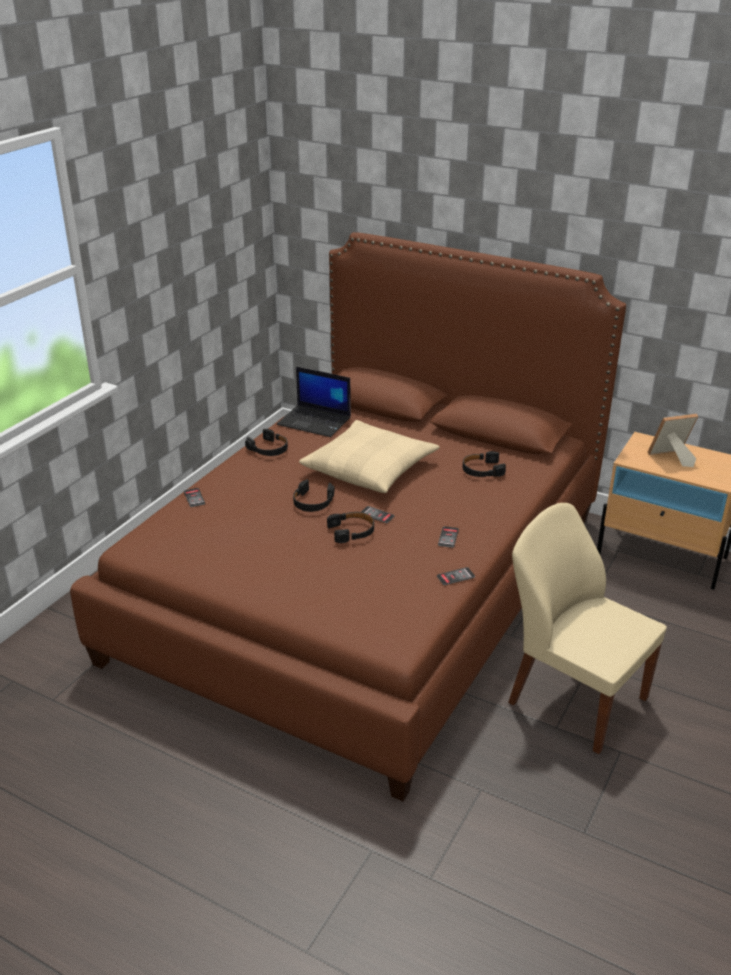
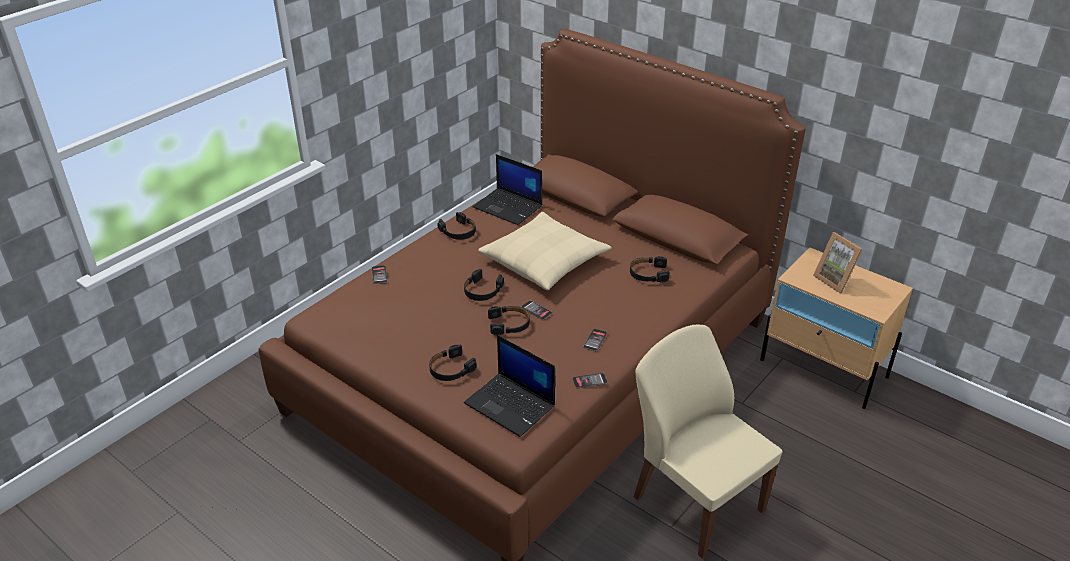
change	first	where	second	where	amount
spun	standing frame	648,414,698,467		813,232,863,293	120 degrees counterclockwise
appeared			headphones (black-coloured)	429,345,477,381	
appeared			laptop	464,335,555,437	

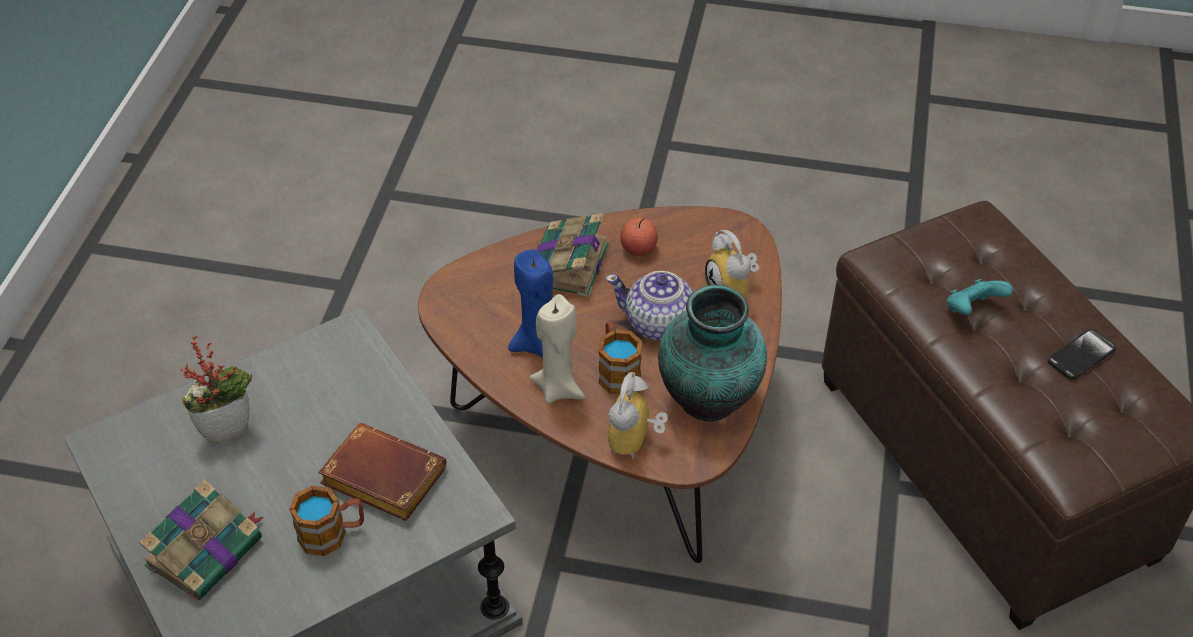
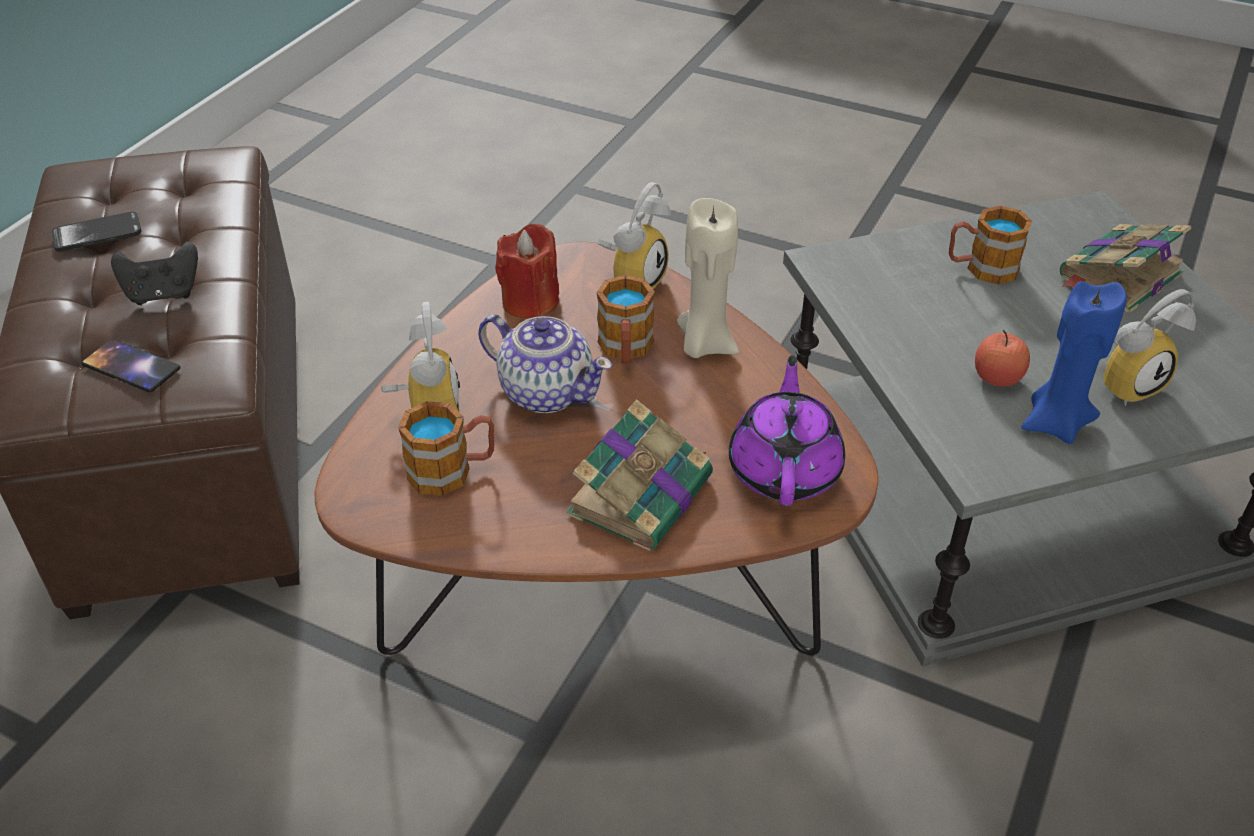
change	first	where	second	where	amount
exchanged	potted plant	180,336,252,444	alarm clock	1103,289,1196,406	
missing	book (brown-coloured)	318,423,446,521			
relocated	candle (blue)	508,249,554,358		1021,281,1127,444	
relocated	apple fruit	620,218,658,256		975,330,1030,387	
exchanged	flower vase	658,284,767,422	candle (red)	495,224,559,319	
colour	joypad (blue-green)	947,279,1013,315	joypad (black-coloured)	111,242,198,305	
appeared			handset	81,339,180,392	
appeared			tea mug	398,401,494,496	
appeared			tea pot (purplish)	729,355,845,506	

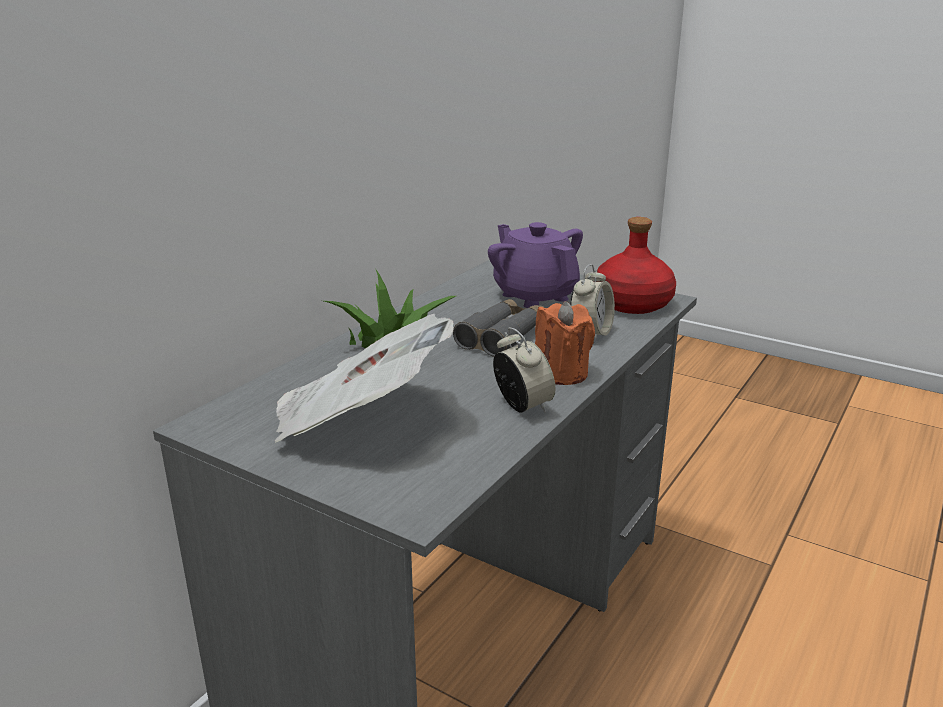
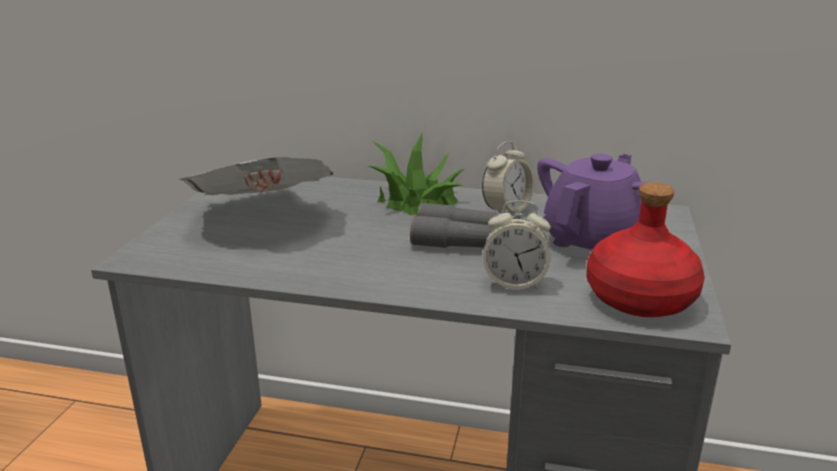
change	first	where	second	where	amount
relocated	alarm clock	493,327,556,413		482,141,534,213	
missing	candle (orange)	535,301,595,385			

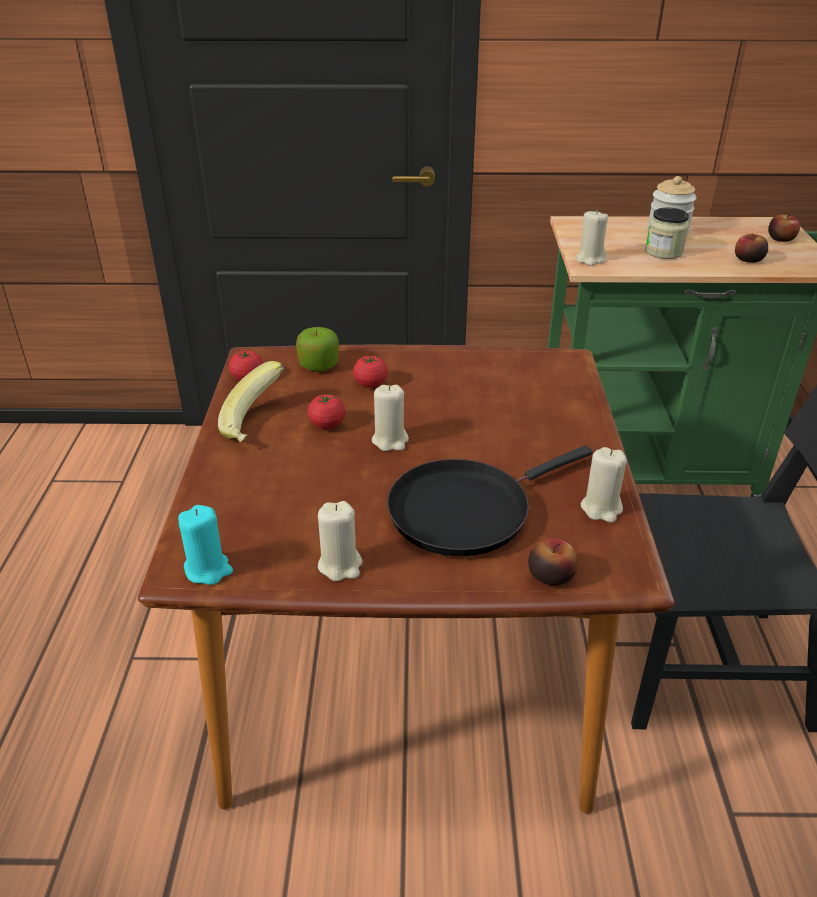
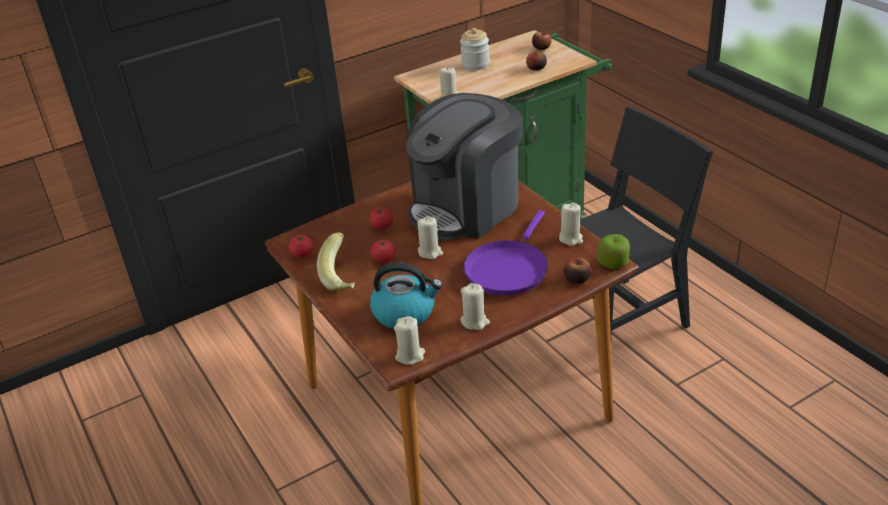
change	first	where	second	where	amount
colour	candle (blue-green)	178,505,233,585	candle (beige)	394,316,425,365	
relocated	apple fruit	296,327,339,372		598,234,630,269	
colour	frying pan (black-coloured)	387,446,592,556	frying pan (purplish)	463,210,548,295	
missing	storage jar	645,207,689,259			
appeared			kettle	370,262,443,329	
appeared			coffee machine	406,93,523,240	

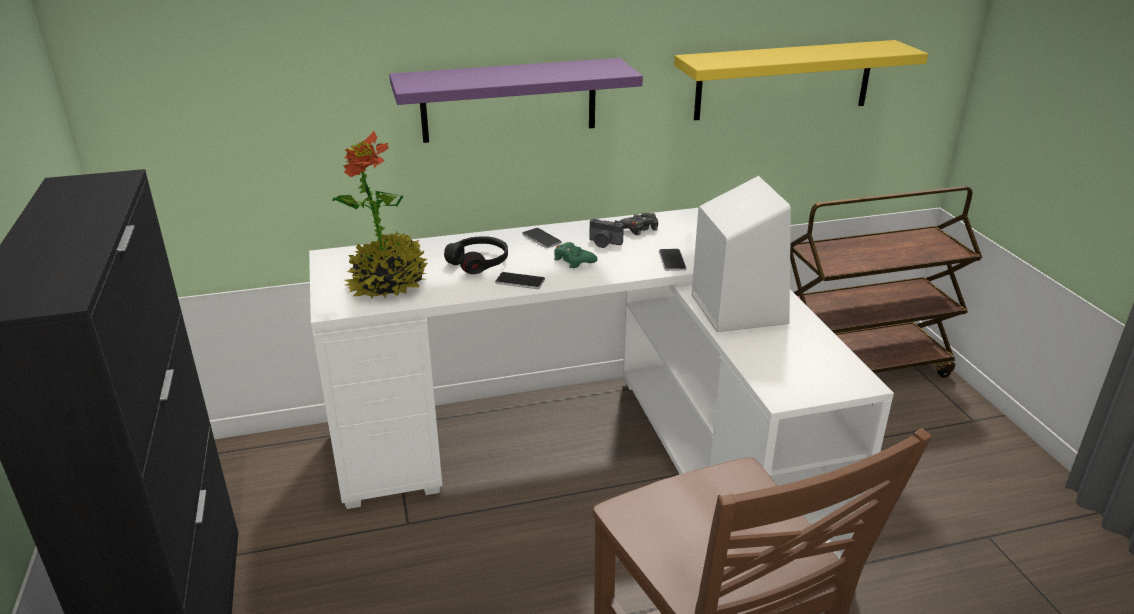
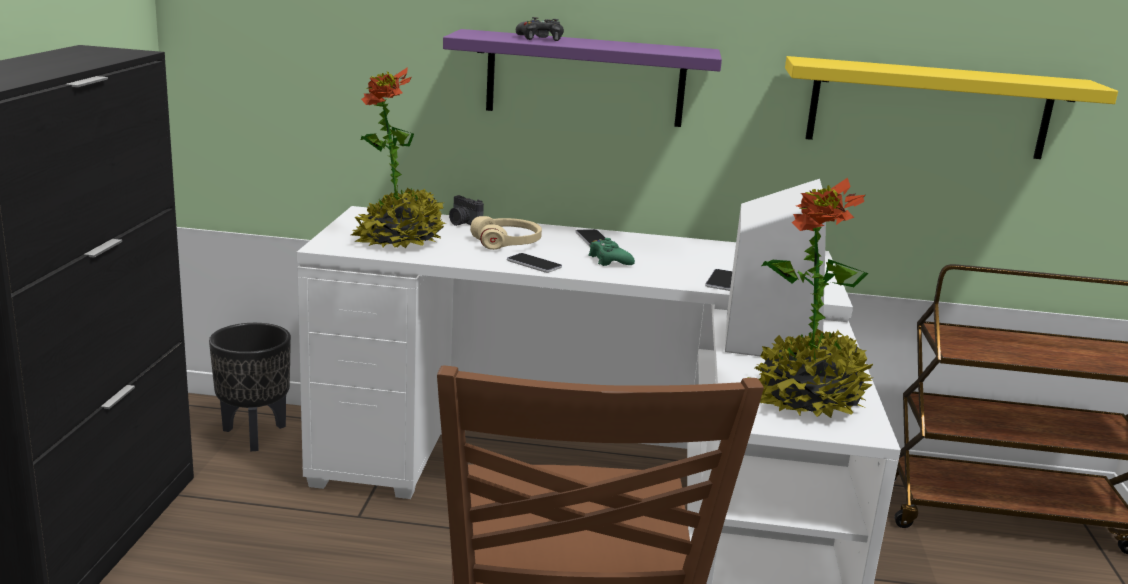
change	first	where	second	where	amount
colour	headphones (black-coloured)	444,236,508,274	headphones (beige)	470,216,542,250	
relocated	still camera	589,219,624,248		449,195,484,226	
relocated	joypad (black-coloured)	620,213,658,235		516,17,564,41	
appeared			plant pot (black-coloured)	209,323,291,451	
appeared			potted plant	747,178,873,418	

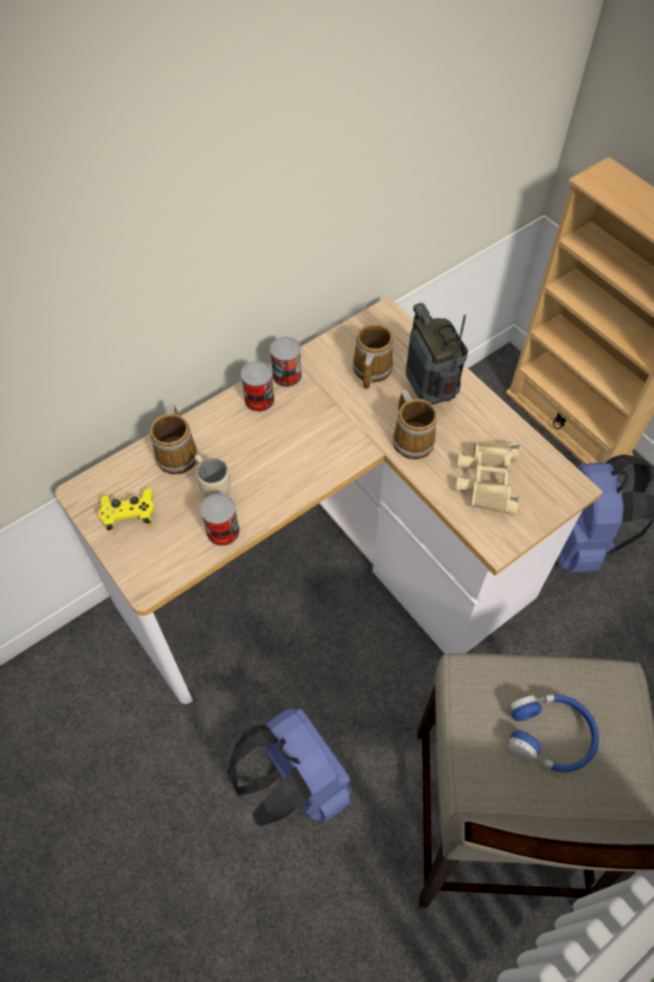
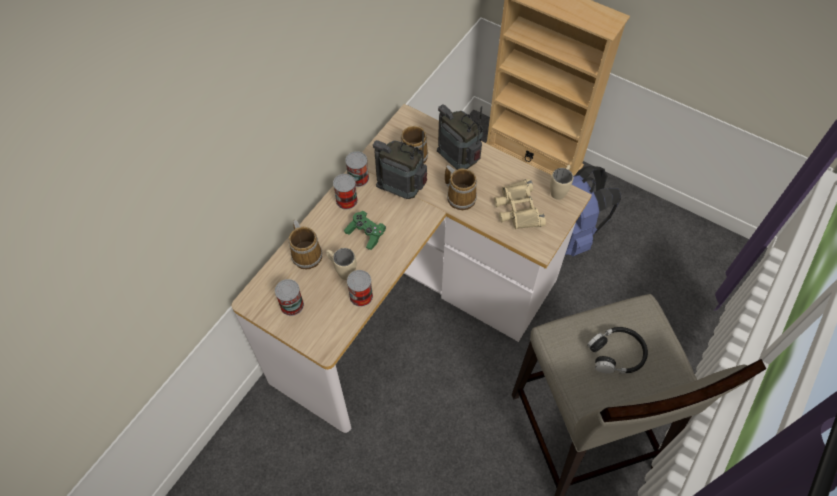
change	first	where	second	where	amount
exchanged	joypad (yellow)	98,488,154,532	sealed can	275,279,304,316	
missing	backpack (blue)	227,708,351,826			
colour	headphones (blue)	507,694,599,772	headphones (black-coloured)	587,327,648,374	
appeared			joypad (green-coloured)	344,211,386,250	
appeared			radio receiver	373,131,427,199	
appeared			tea mug (beige)	550,165,573,200	

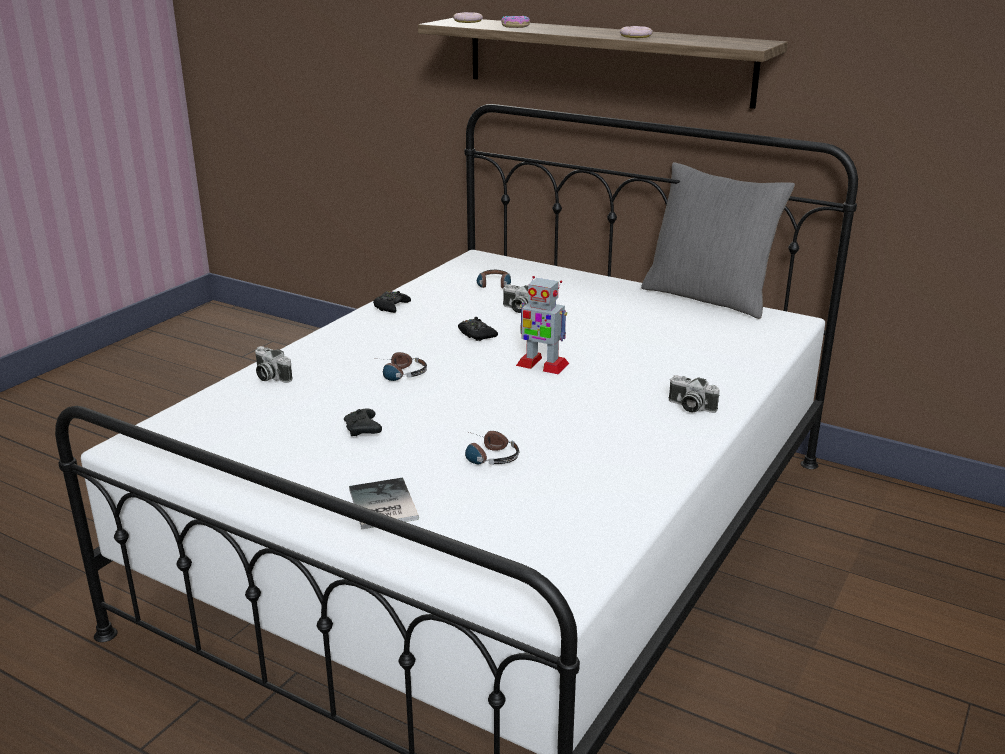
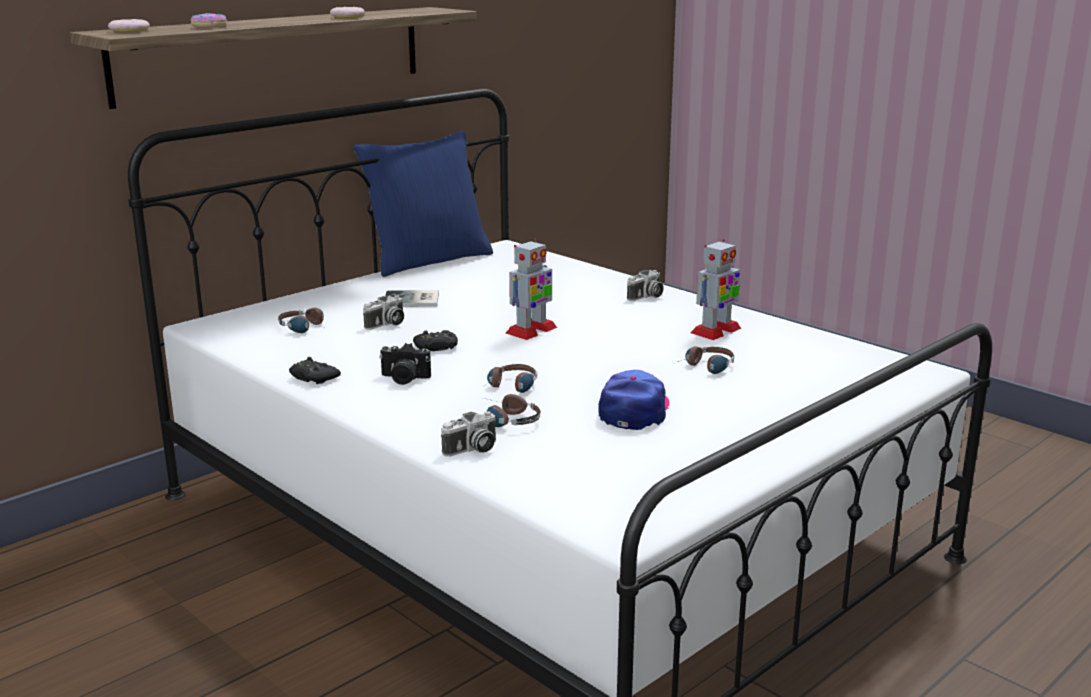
change	first	where	second	where	amount
exchanged	joypad (black-coloured)	344,409,382,436	peaked cap	598,370,670,430	
relocated	book	349,478,419,529		385,290,439,307	
colour	cushion (grey)	641,162,795,319	cushion (blue)	353,131,493,277	
appeared			still camera	379,343,431,385	
appeared			headphones	483,394,541,427	
appeared			toy robot	691,239,741,340	

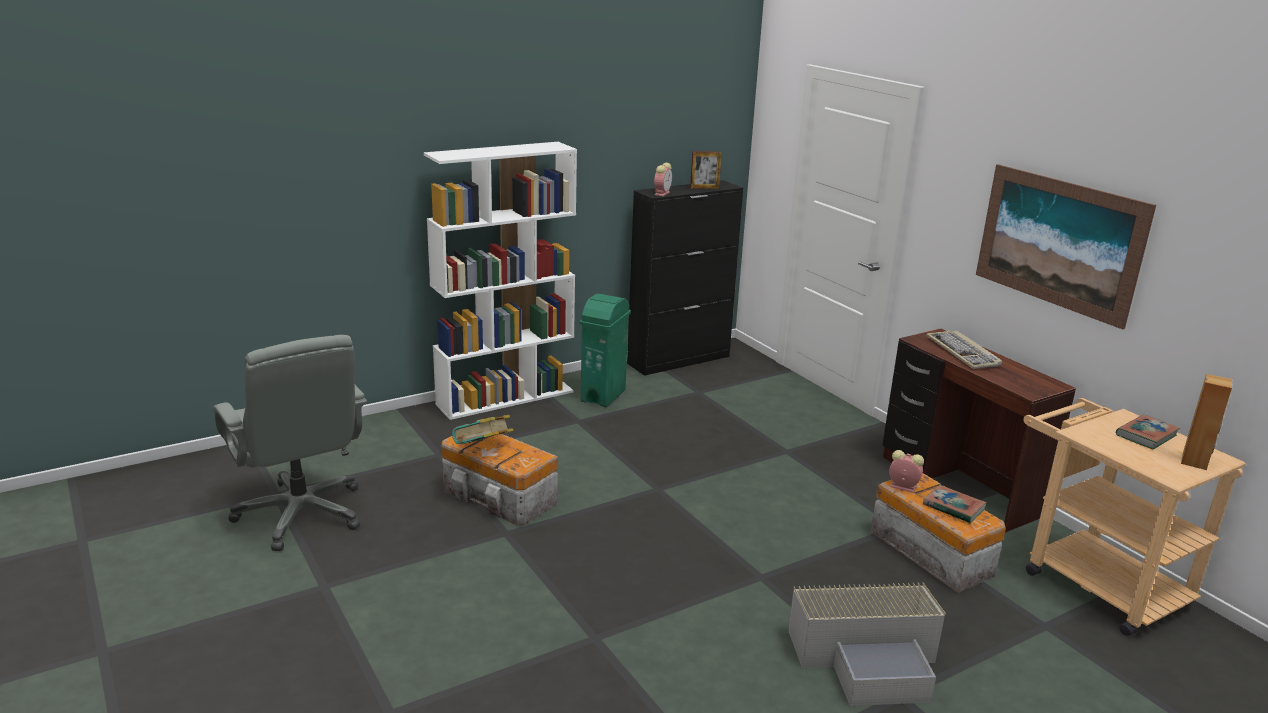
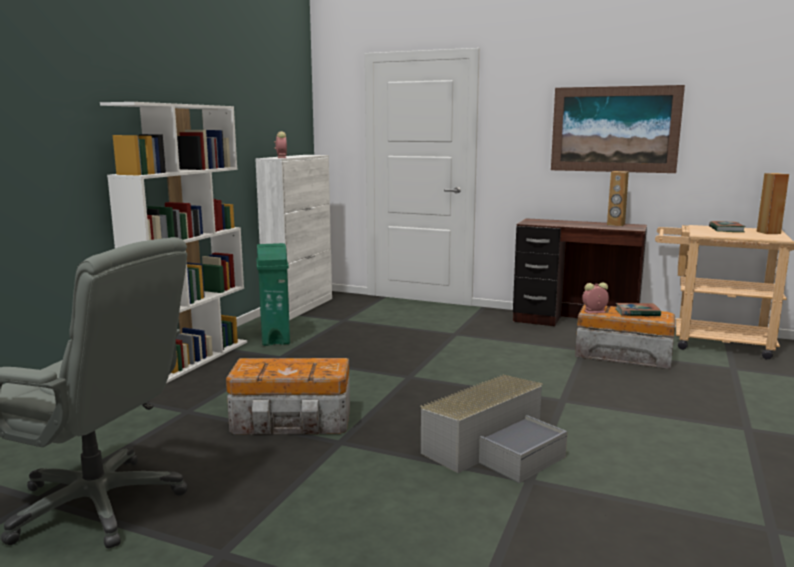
change	first	where	second	where	amount
missing	book	452,415,513,444			
colour	cupboard (black-coloured)	627,180,743,376	cupboard (whitish)	255,155,332,320	
missing	standing frame	690,151,722,189			
relocated	storage container (grey)	788,583,946,706		420,374,568,483	
missing	computer keyboard	926,330,1002,369			
appeared			speaker (brown-coloured)	607,171,629,226	

